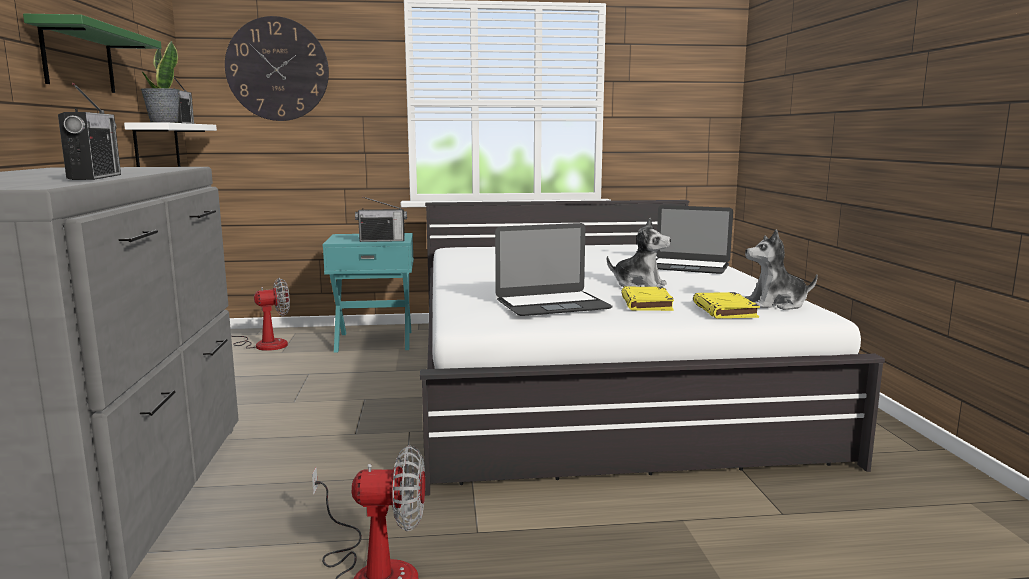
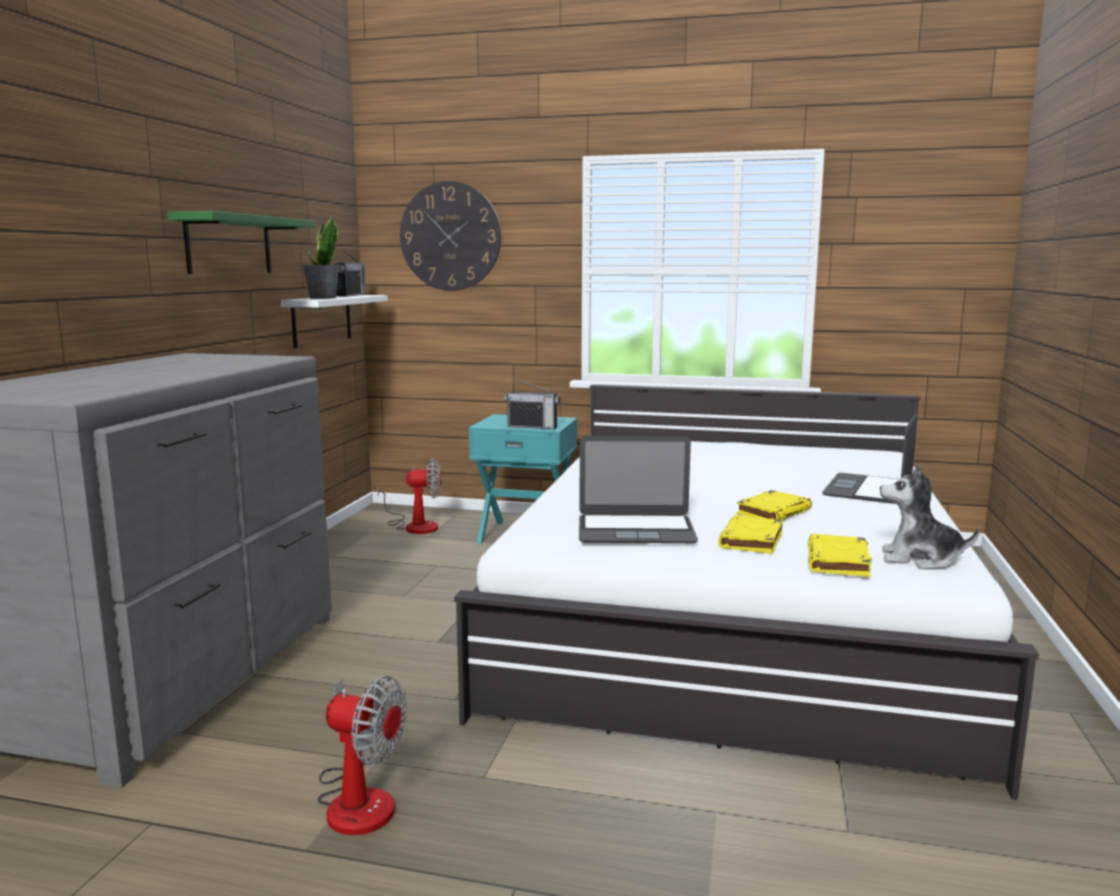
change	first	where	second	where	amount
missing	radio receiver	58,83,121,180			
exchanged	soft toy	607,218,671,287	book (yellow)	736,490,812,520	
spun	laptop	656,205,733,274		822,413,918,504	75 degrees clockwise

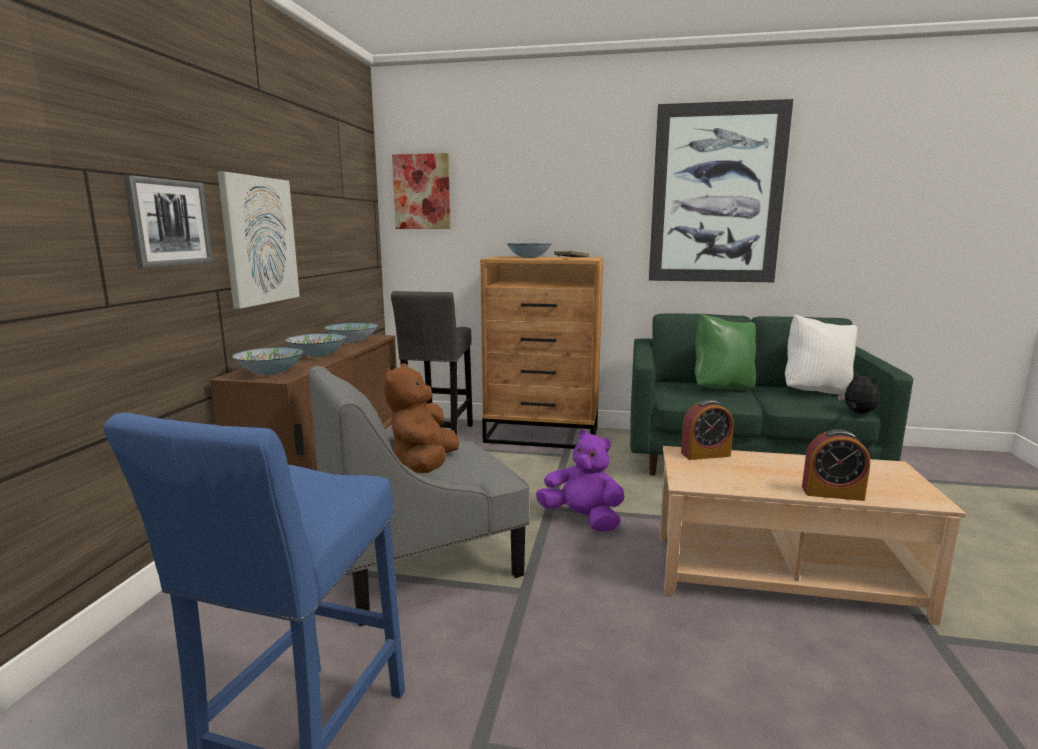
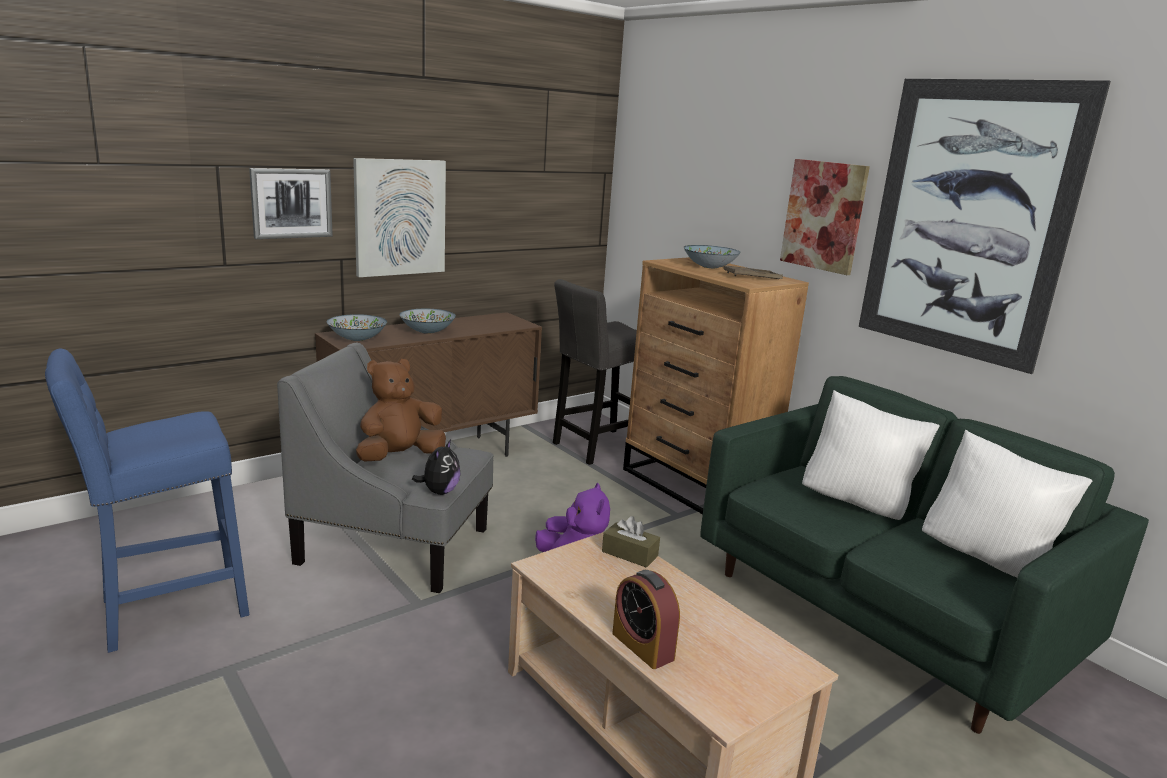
change	first	where	second	where	amount
missing	serving bowl	324,322,378,343			
relocated	picture	392,153,451,229		780,159,870,275	
exchanged	alarm clock	681,399,734,460	box of tissues (brown-coloured)	602,516,660,568	
colour	cushion (green-coloured)	695,313,756,390	cushion (whitish)	802,390,939,520	
relocated	soft toy	838,371,880,414		412,439,461,495	

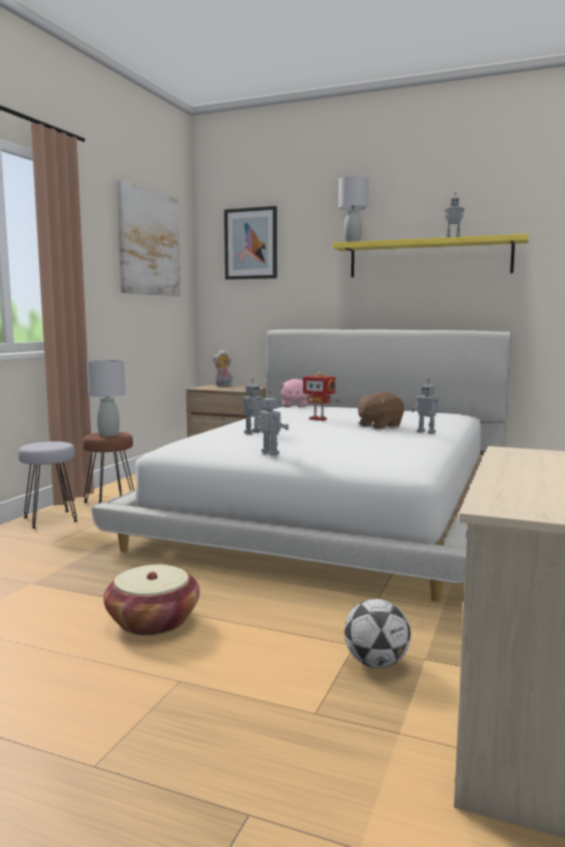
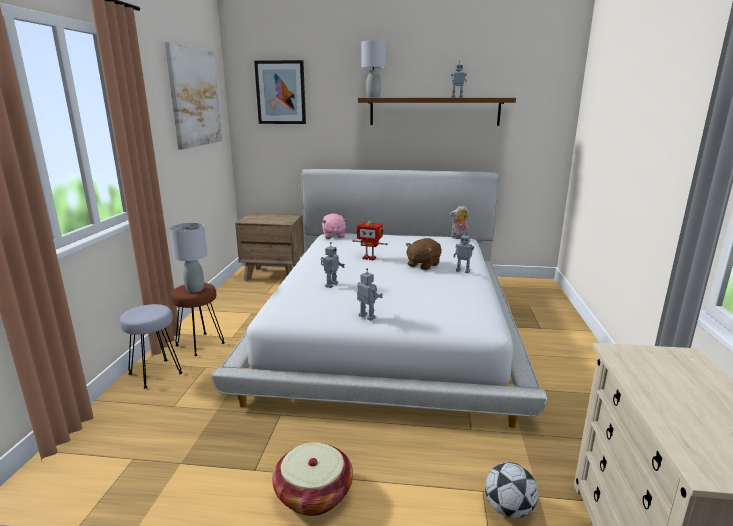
change	first	where	second	where	amount
relocated	soft toy	213,350,233,387		450,206,469,239	
colour	bracket shelf (yellow)	332,234,529,277	bracket shelf (brown-coloured)	358,98,516,126	

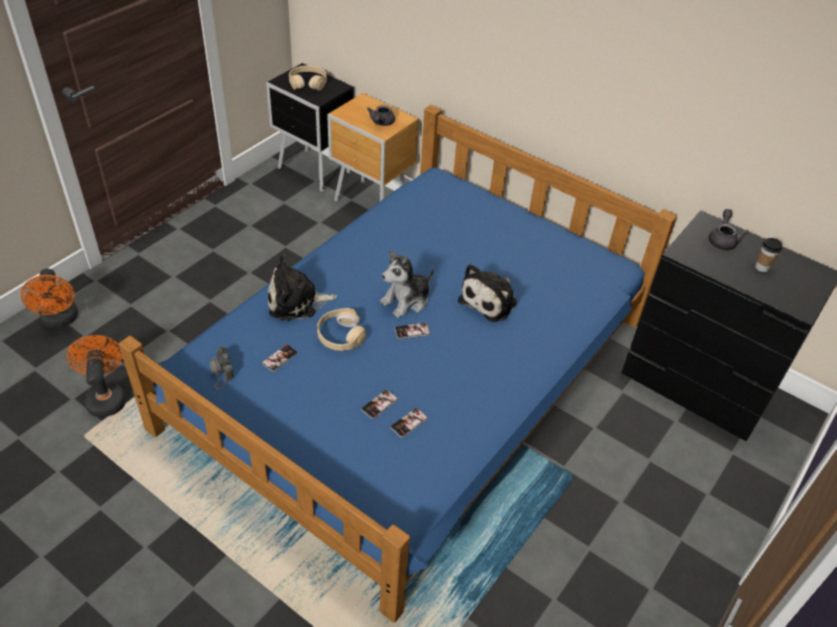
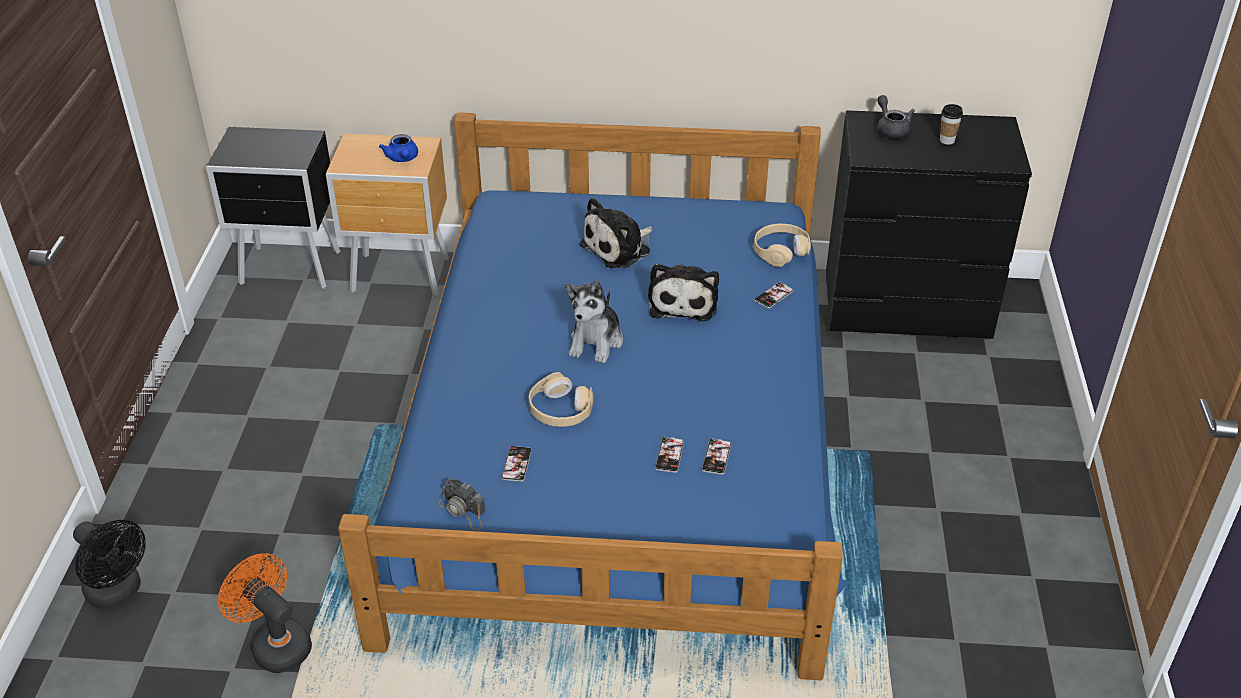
change	first	where	second	where	amount
colour	cooling fan (orange)	21,269,78,328	cooling fan (black-coloured)	73,520,146,609	
relocated	soft toy	268,255,337,321		580,198,653,268	
relocated	headphones (beige)	289,65,327,91		754,223,811,267	
colour	tea pot (grey)	367,105,395,126	tea pot (blue)	379,134,418,162	
relocated	handset	395,323,430,339		754,282,794,309	

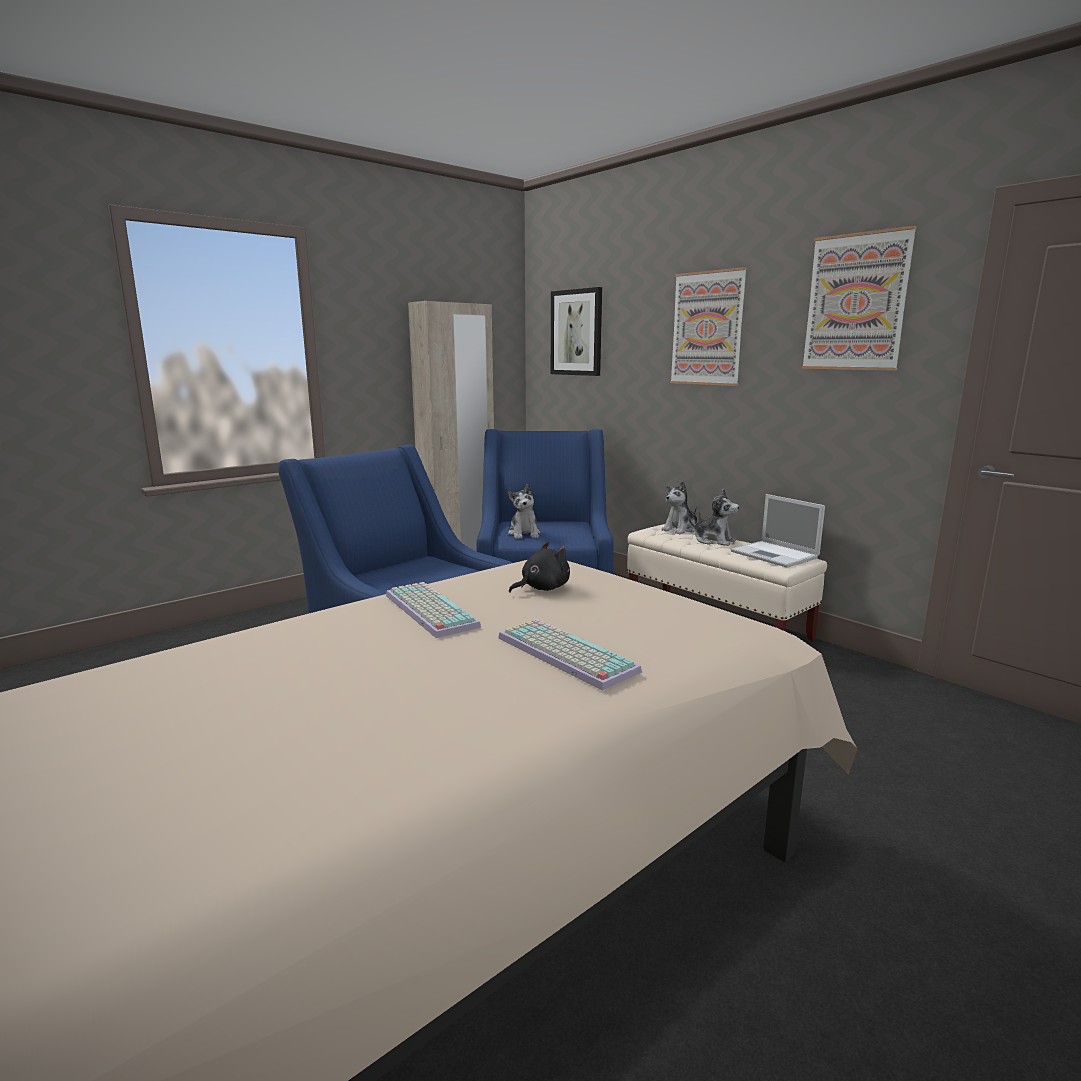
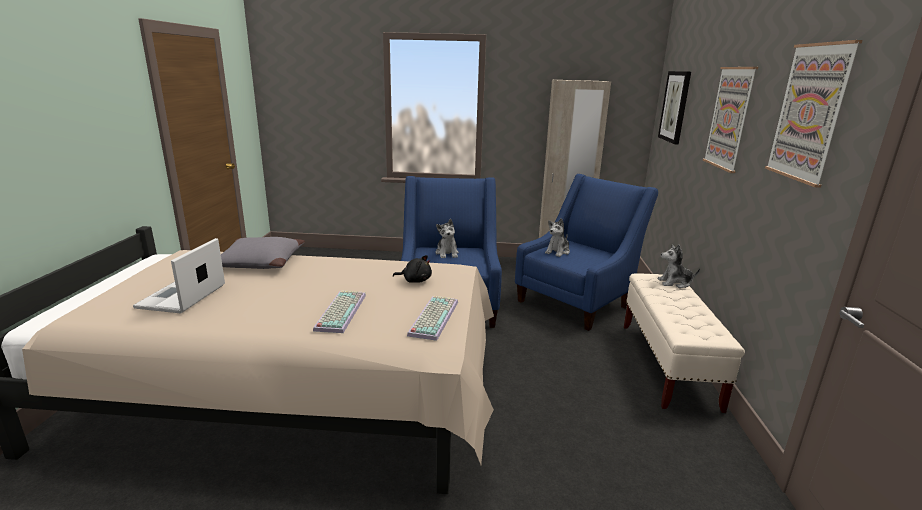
change	first	where	second	where	amount
relocated	computer keyboard	386,582,481,638		407,296,458,341	
relocated	soft toy	688,489,739,546		435,219,459,258	
relocated	laptop	731,494,825,568		133,238,225,313	
appeared			cushion (grey)	221,237,305,269	

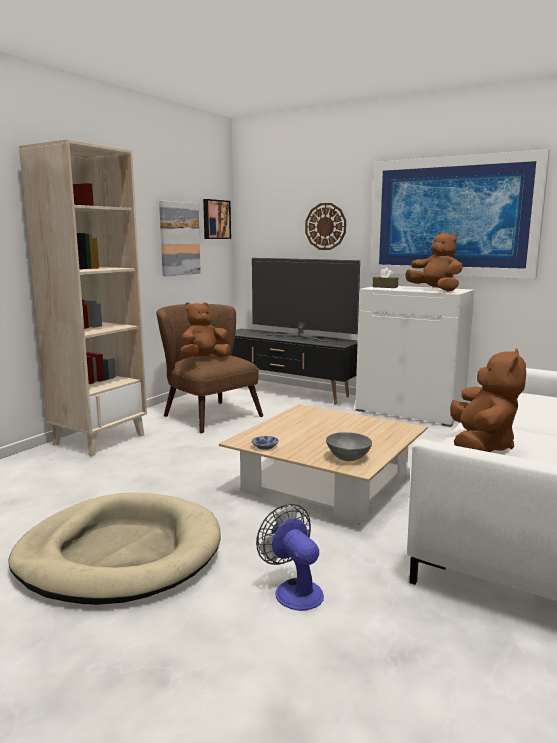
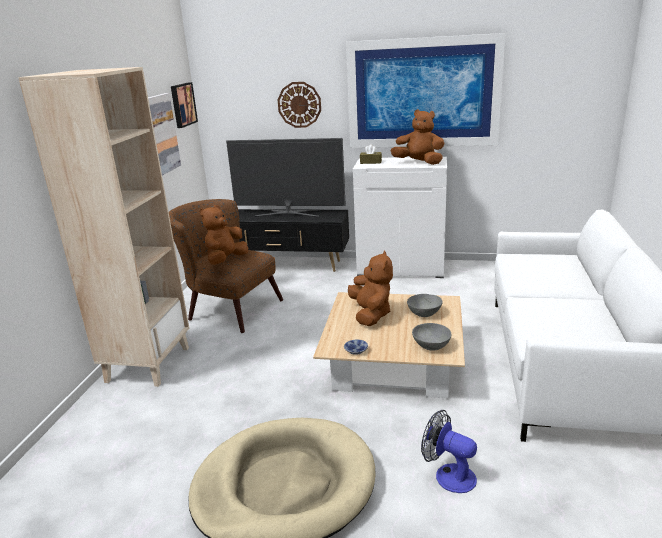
change	first	where	second	where	amount
relocated	soft toy (brown-coloured)	450,348,526,452		348,251,393,326	
appeared			serving bowl (grey)	407,294,443,317	

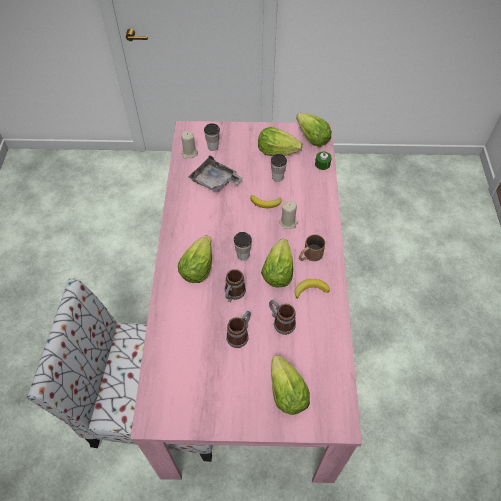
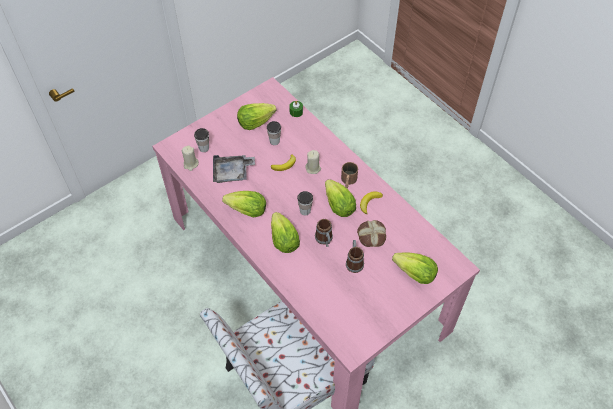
change	first	where	second	where	amount
exchanged	tea mug	269,300,296,335	bakery bread	357,220,386,247	
relocated	lettuce	296,113,332,147		222,191,266,217	

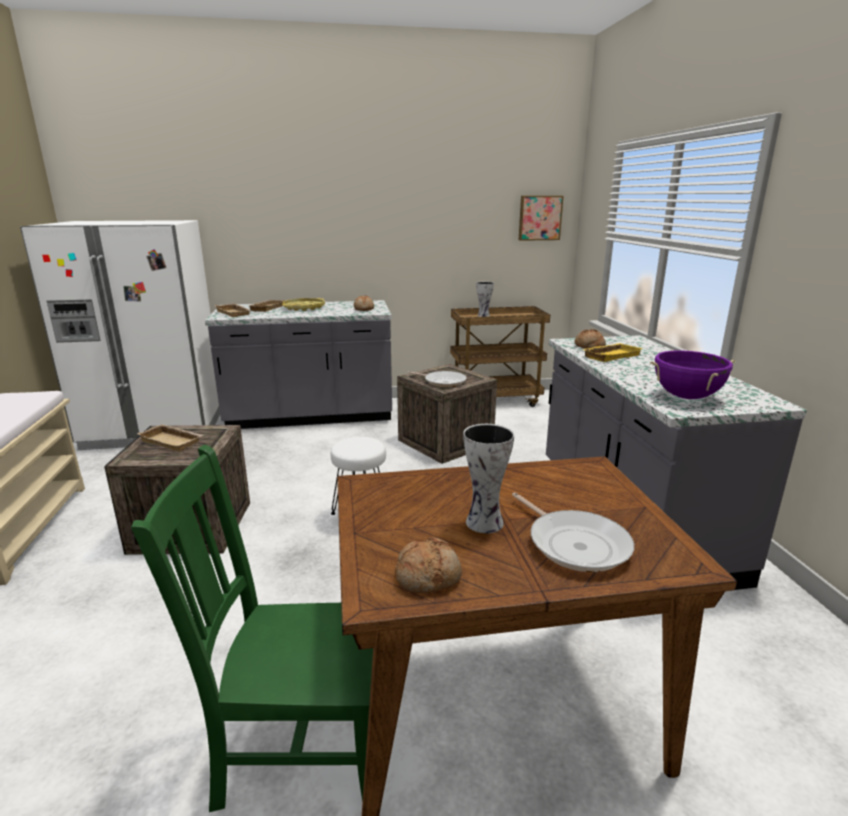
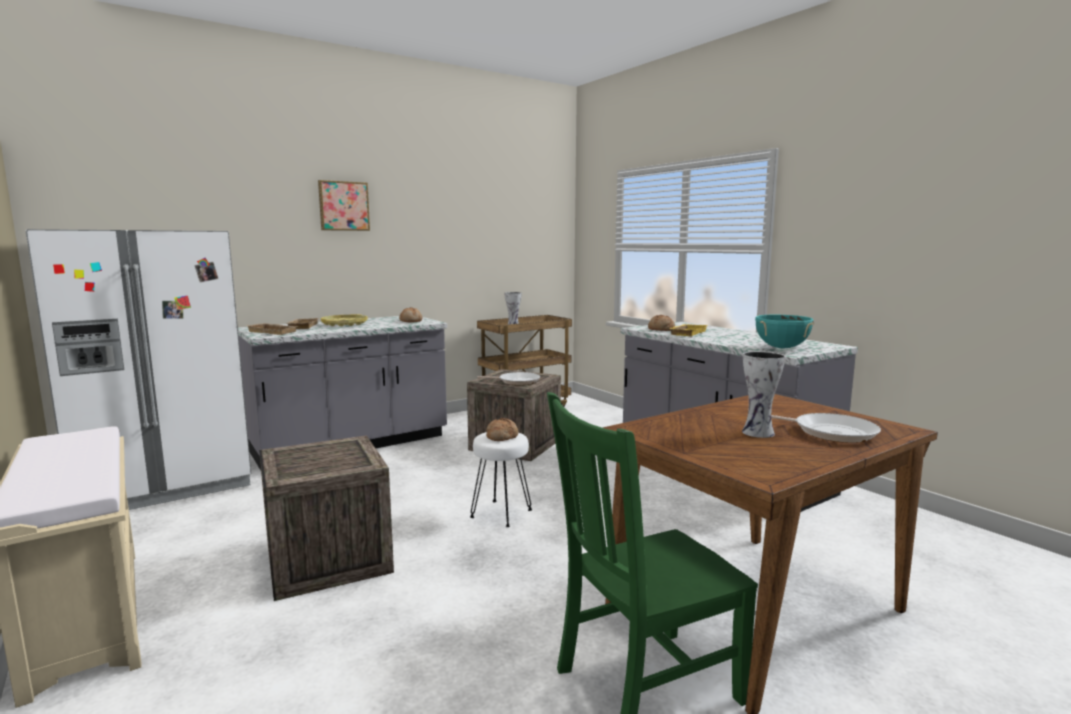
change	first	where	second	where	amount
missing	carrying tray (beige)	137,424,204,452			
relocated	bakery bread	395,537,462,593		486,418,518,441	
relocated	picture	519,196,564,241		318,180,370,231	
colour	stockpot (purplish)	650,350,736,399	stockpot (blue-green)	755,315,814,348	

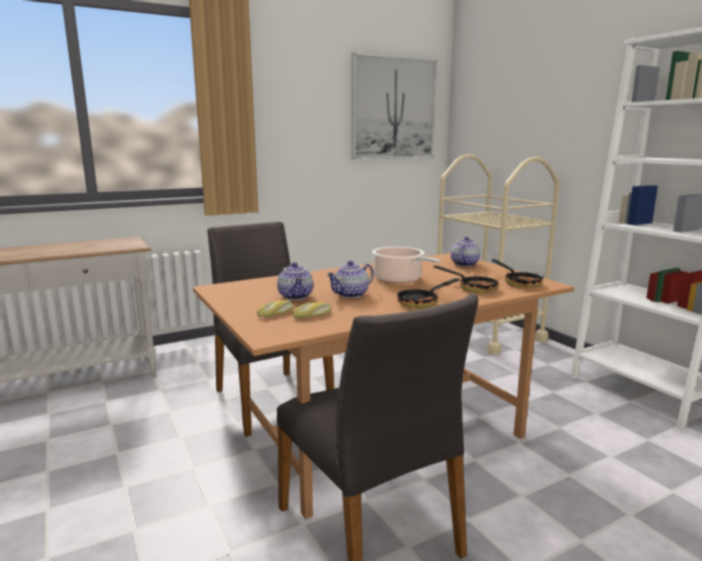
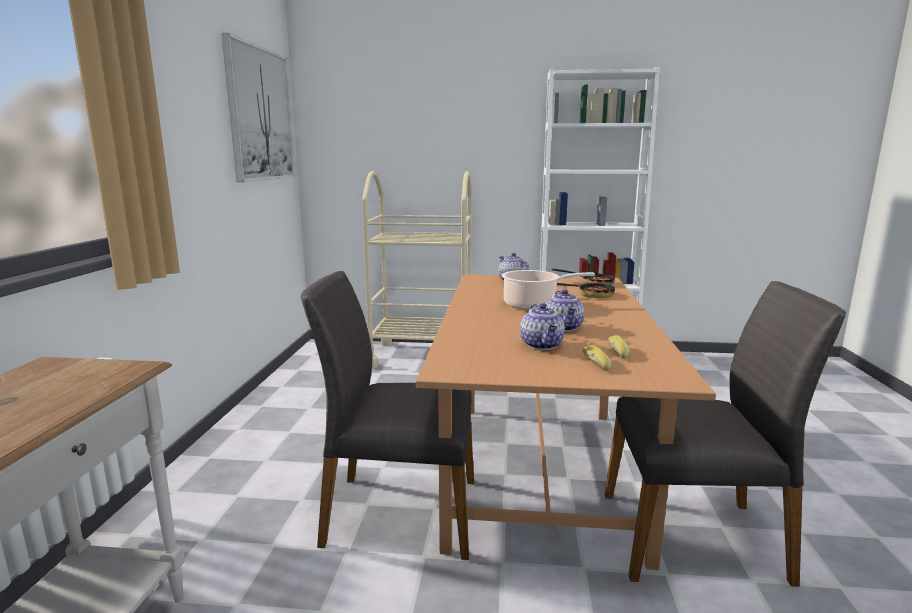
change	first	where	second	where	amount
spun	tea pot	277,262,313,300		520,303,565,350	60 degrees clockwise
missing	frying pan	397,278,459,308			

